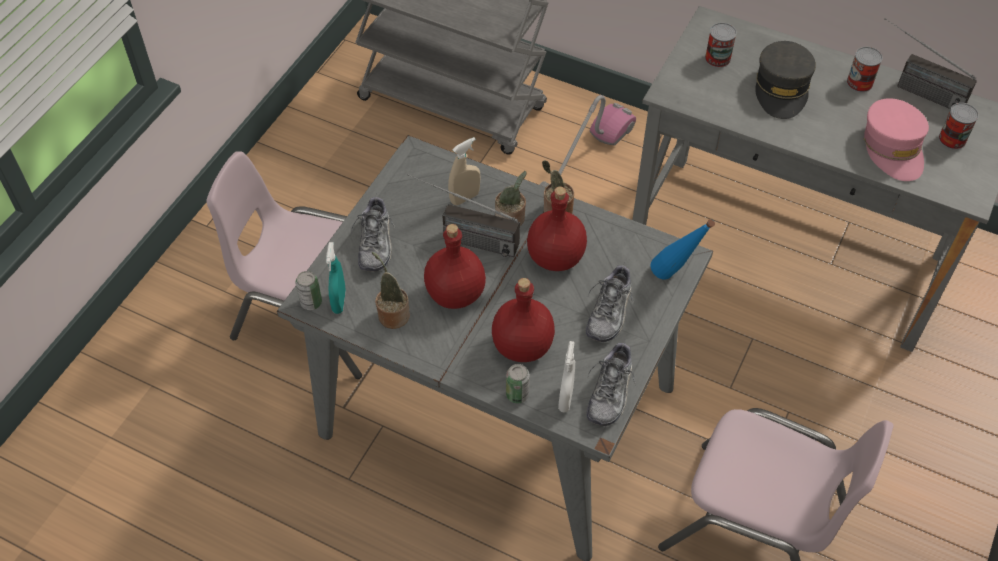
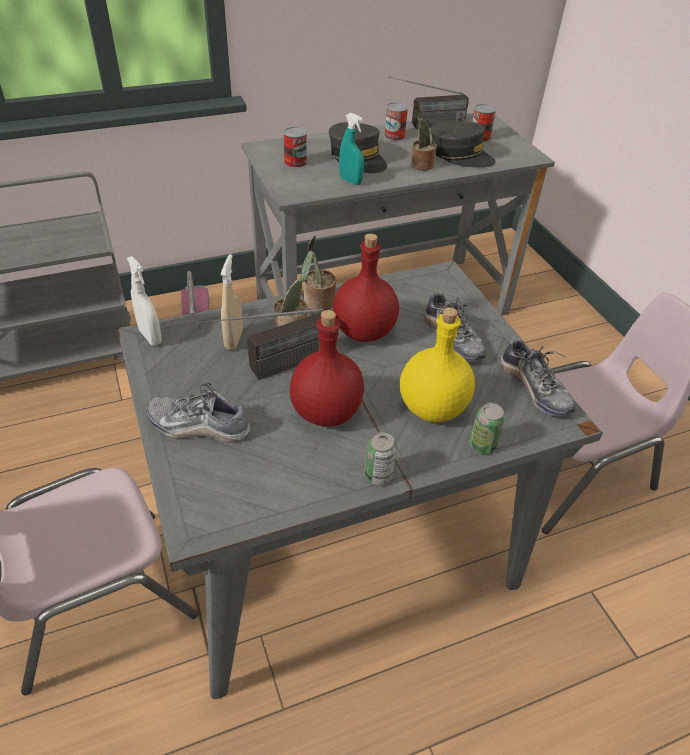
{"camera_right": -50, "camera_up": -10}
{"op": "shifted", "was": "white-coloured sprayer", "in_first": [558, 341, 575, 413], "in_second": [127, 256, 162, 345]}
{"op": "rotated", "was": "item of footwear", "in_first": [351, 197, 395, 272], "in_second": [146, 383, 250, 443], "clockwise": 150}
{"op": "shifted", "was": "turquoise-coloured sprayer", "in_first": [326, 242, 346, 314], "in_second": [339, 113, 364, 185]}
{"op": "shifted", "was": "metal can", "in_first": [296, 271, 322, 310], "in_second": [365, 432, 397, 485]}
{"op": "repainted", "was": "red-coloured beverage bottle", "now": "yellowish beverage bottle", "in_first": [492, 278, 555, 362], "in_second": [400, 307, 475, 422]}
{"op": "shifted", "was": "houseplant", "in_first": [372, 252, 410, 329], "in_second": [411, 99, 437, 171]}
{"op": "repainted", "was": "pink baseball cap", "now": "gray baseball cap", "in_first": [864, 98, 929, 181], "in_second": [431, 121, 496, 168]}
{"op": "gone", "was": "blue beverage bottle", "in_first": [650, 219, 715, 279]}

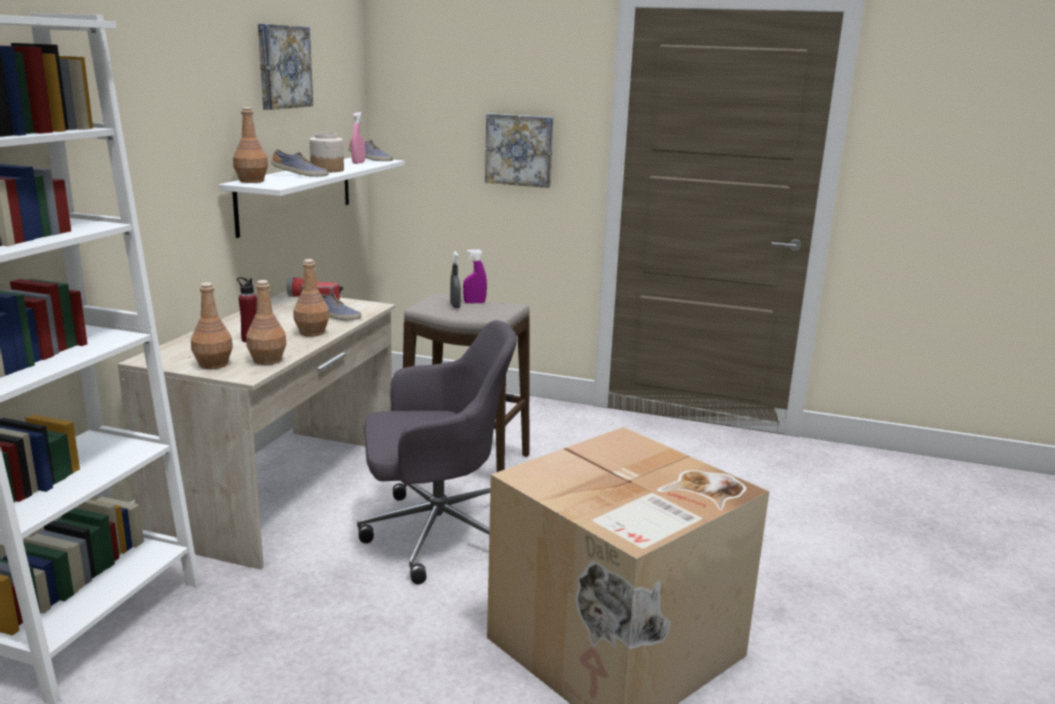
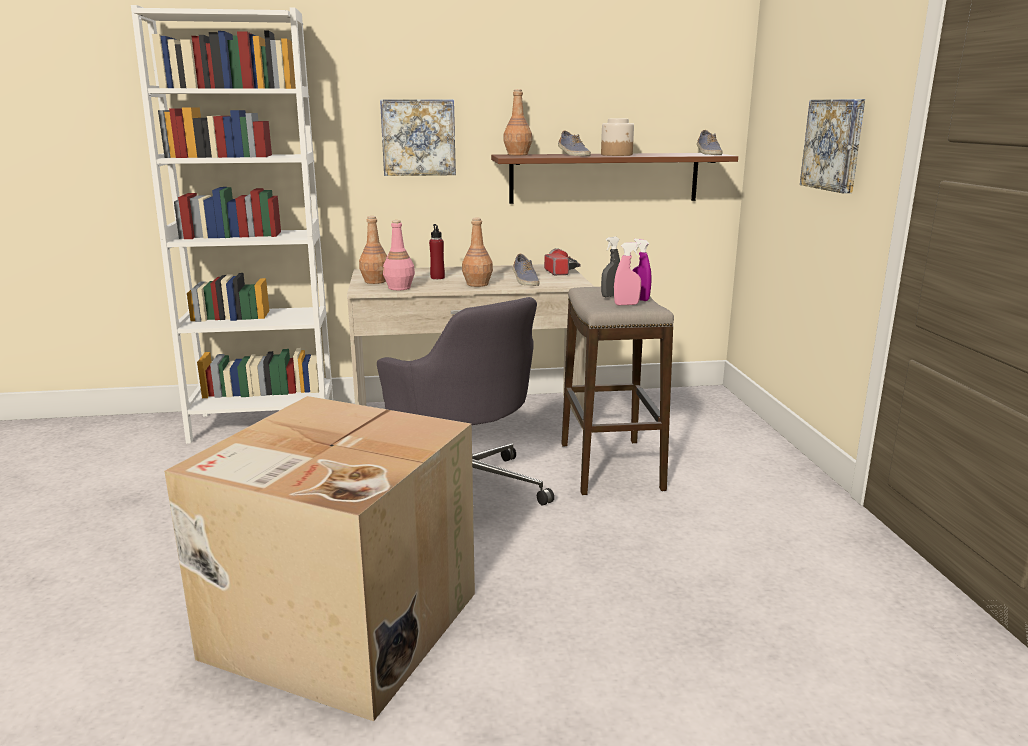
{"camera_right": 65, "camera_up": 0}
{"op": "shifted", "was": "wall art", "in_first": [258, 24, 313, 110], "in_second": [380, 99, 456, 176]}
{"op": "repainted", "was": "brown beverage bottle", "now": "pink beverage bottle", "in_first": [246, 280, 286, 365], "in_second": [383, 220, 415, 290]}
{"op": "repainted", "was": "white-coloured wall shelf", "now": "brown wall shelf", "in_first": [219, 157, 404, 238], "in_second": [491, 153, 738, 204]}
{"op": "shifted", "was": "pink sprayer", "in_first": [351, 112, 365, 164], "in_second": [614, 242, 641, 305]}

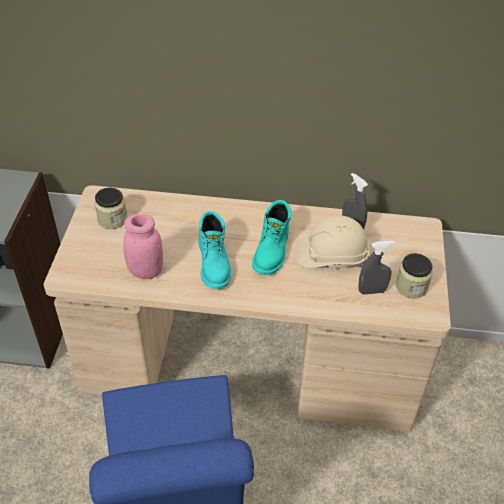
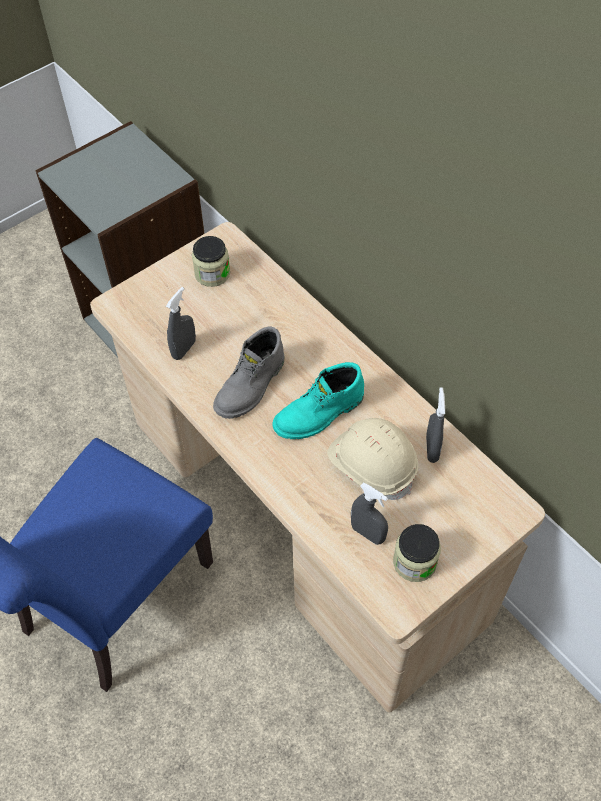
{"camera_right": 45, "camera_up": 10}
{"op": "swapped", "was": "pink preserve jar", "now": "gray sprayer", "in_first": [123, 214, 163, 279], "in_second": [166, 287, 196, 360]}
{"op": "repainted", "was": "turquoise-coloured high-top boot", "now": "gray high-top boot", "in_first": [199, 211, 231, 289], "in_second": [213, 327, 284, 419]}

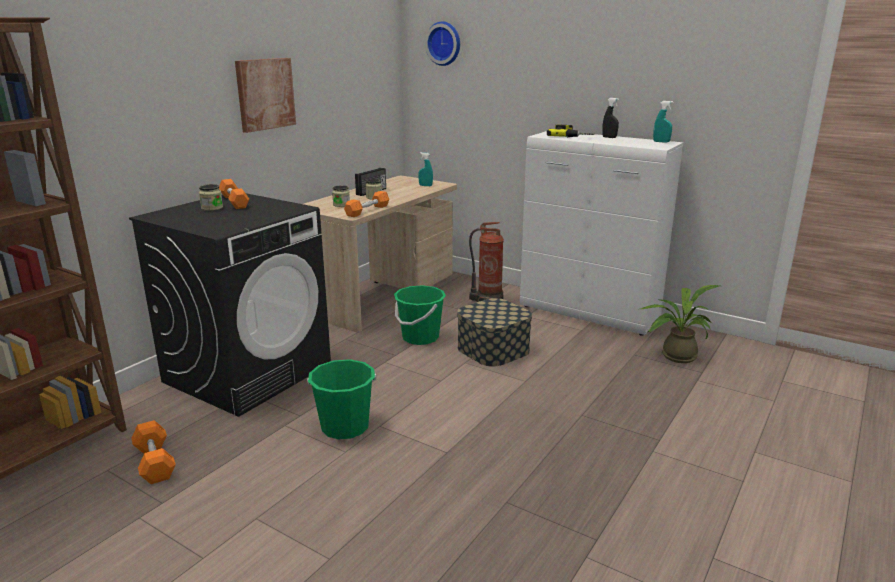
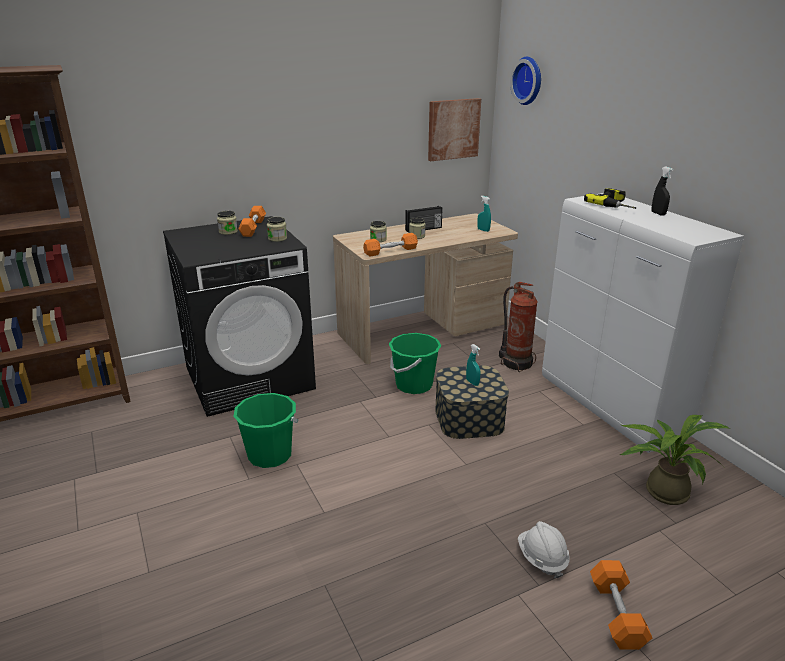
{"camera_right": 30, "camera_up": 5}
{"op": "new", "now": "preserve jar", "in_second": [267, 217, 287, 242]}
{"op": "shifted", "was": "wall art", "in_first": [235, 58, 296, 133], "in_second": [428, 98, 481, 161]}
{"op": "shifted", "was": "turquoise-coloured sprayer", "in_first": [653, 101, 673, 143], "in_second": [466, 344, 481, 386]}
{"op": "new", "now": "white-coloured safety helmet", "in_second": [518, 521, 570, 578]}
{"op": "shifted", "was": "orangey dumbbell", "in_first": [131, 420, 176, 484], "in_second": [590, 560, 652, 650]}

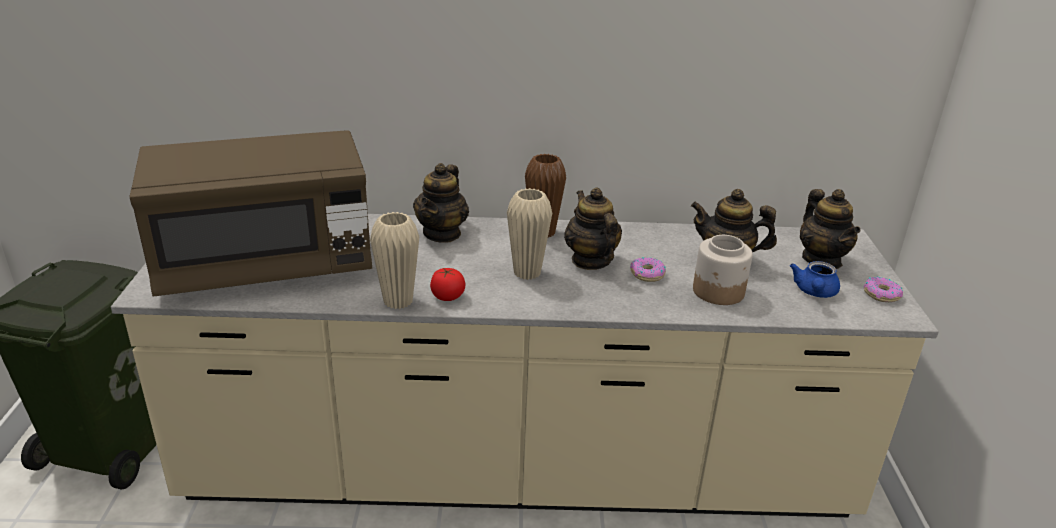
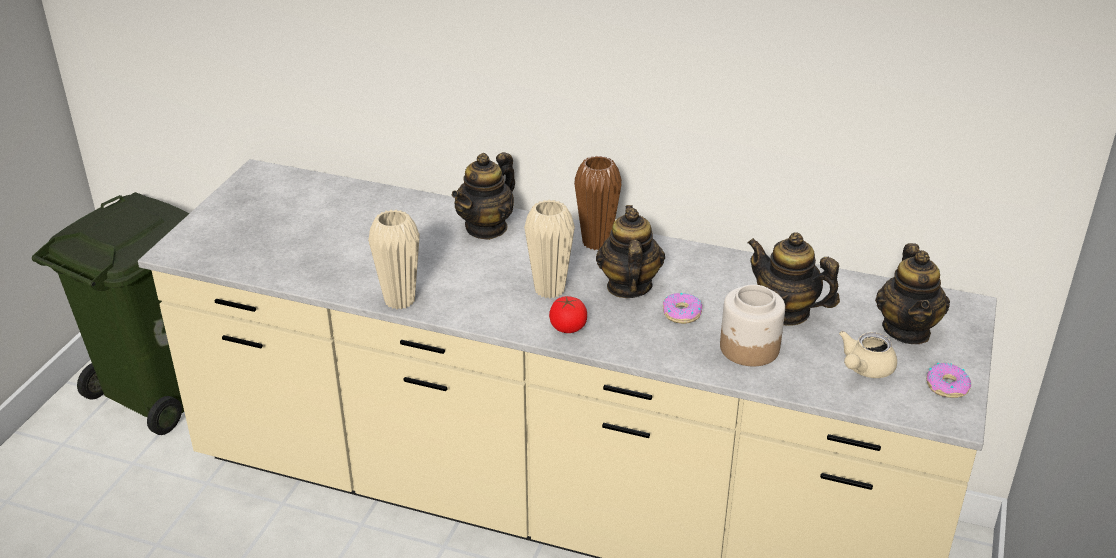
{"camera_right": 20, "camera_up": 5}
{"op": "shifted", "was": "whole tomato", "in_first": [430, 268, 465, 301], "in_second": [549, 296, 587, 333]}
{"op": "repainted", "was": "blue pot for tea", "now": "beige-coloured pot for tea", "in_first": [790, 261, 840, 298], "in_second": [839, 331, 897, 378]}
{"op": "gone", "was": "brown microwave oven", "in_first": [129, 130, 372, 297]}

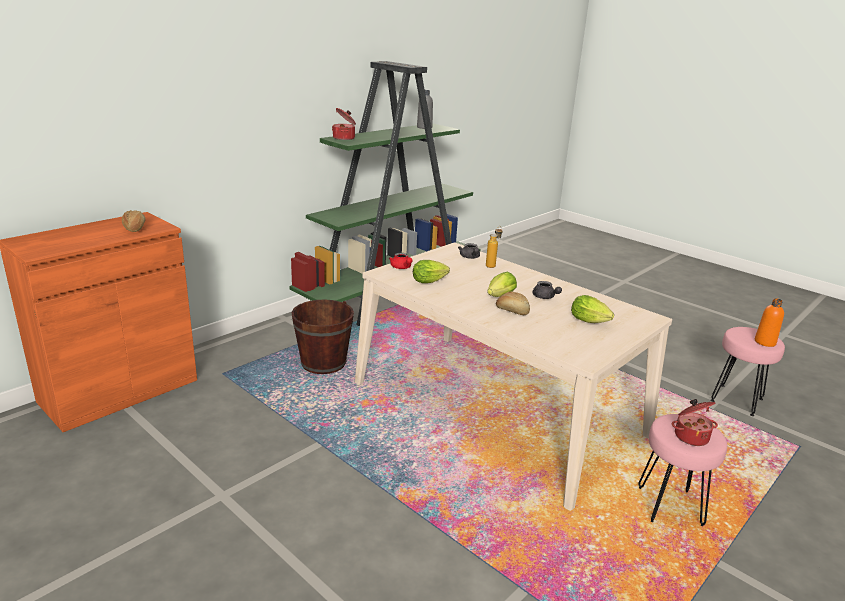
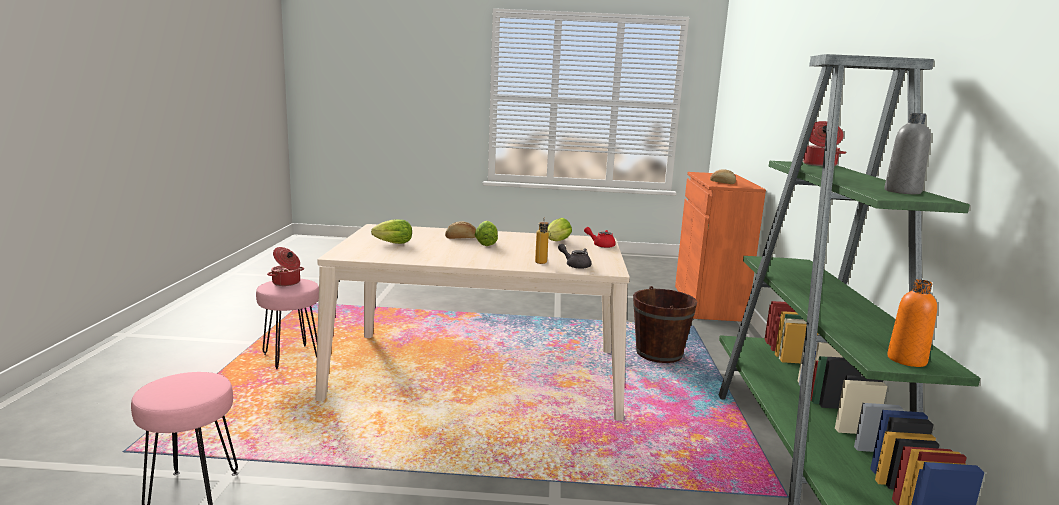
{"camera_right": 140, "camera_up": -10}
{"op": "shifted", "was": "orangey beverage bottle", "in_first": [755, 298, 784, 347], "in_second": [887, 279, 937, 367]}
{"op": "gone", "was": "gray pot for tea", "in_first": [533, 281, 562, 299]}

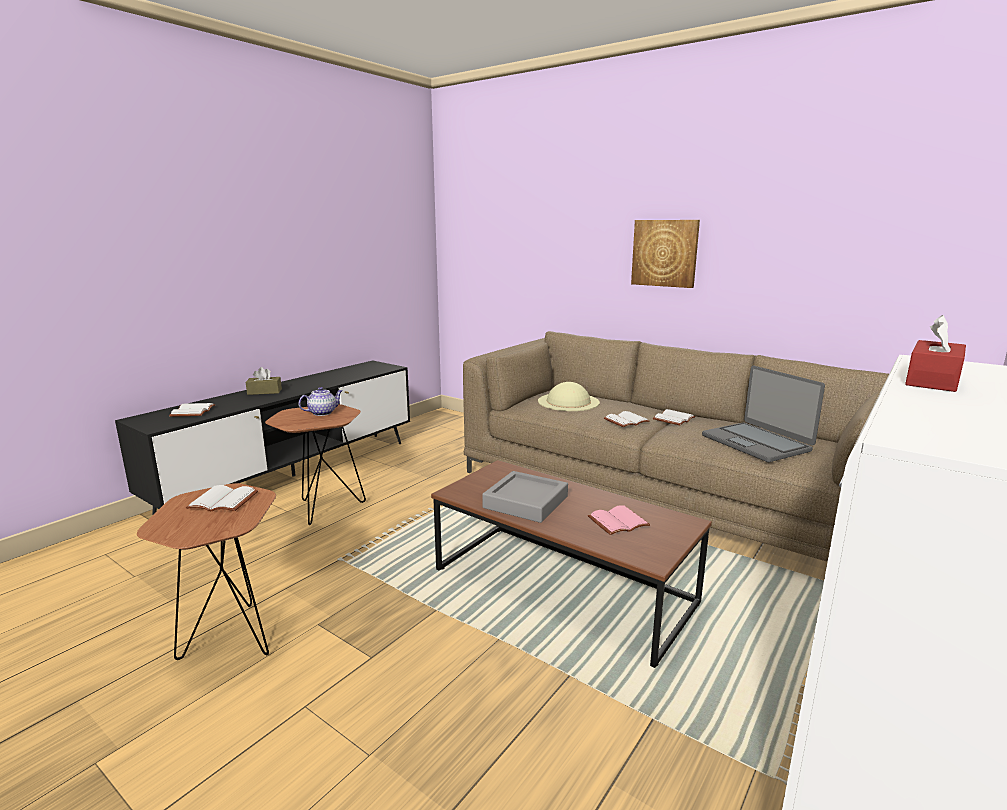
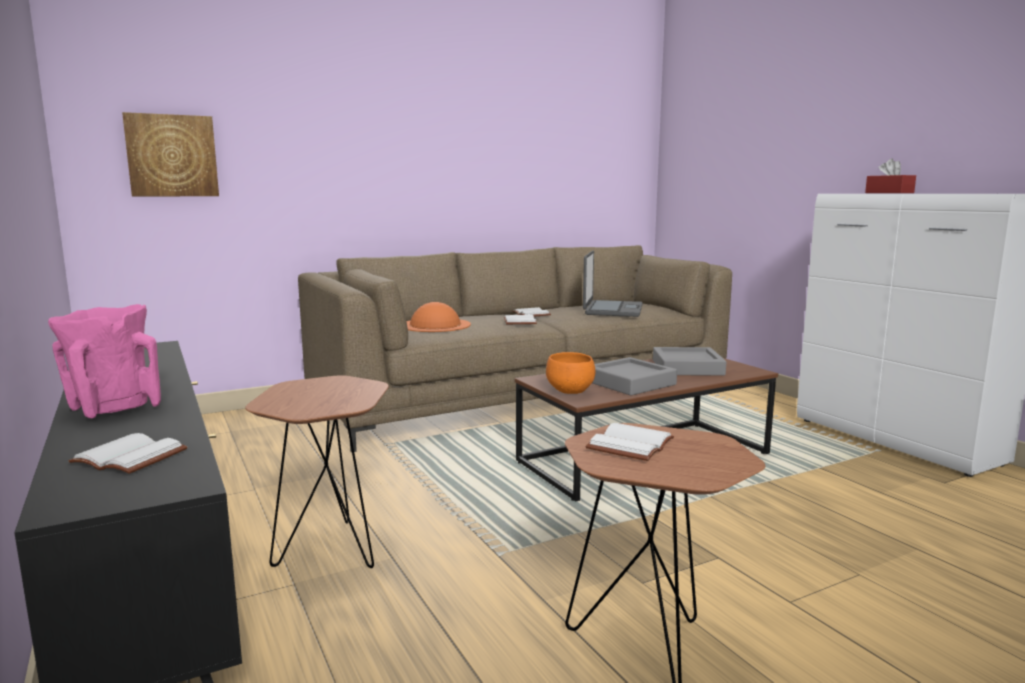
{"camera_right": -65, "camera_up": -5}
{"op": "swapped", "was": "brown box of tissues", "now": "pink decorative vase", "in_first": [246, 367, 282, 395], "in_second": [48, 304, 161, 418]}
{"op": "shifted", "was": "wall art", "in_first": [631, 220, 700, 288], "in_second": [122, 112, 219, 197]}
{"op": "repainted", "was": "beige-coloured hat", "now": "orangey hat", "in_first": [538, 382, 600, 411], "in_second": [407, 302, 471, 332]}
{"op": "new", "now": "orangey deep dish", "in_second": [546, 352, 595, 394]}
{"op": "rotated", "was": "notebook computer", "in_first": [702, 366, 825, 462], "in_second": [583, 250, 643, 317], "clockwise": -75}
{"op": "swapped", "was": "pink book", "now": "gray carrying tray", "in_first": [588, 505, 650, 535], "in_second": [653, 347, 726, 376]}
{"op": "gone", "was": "pot for tea", "in_first": [299, 387, 343, 416]}

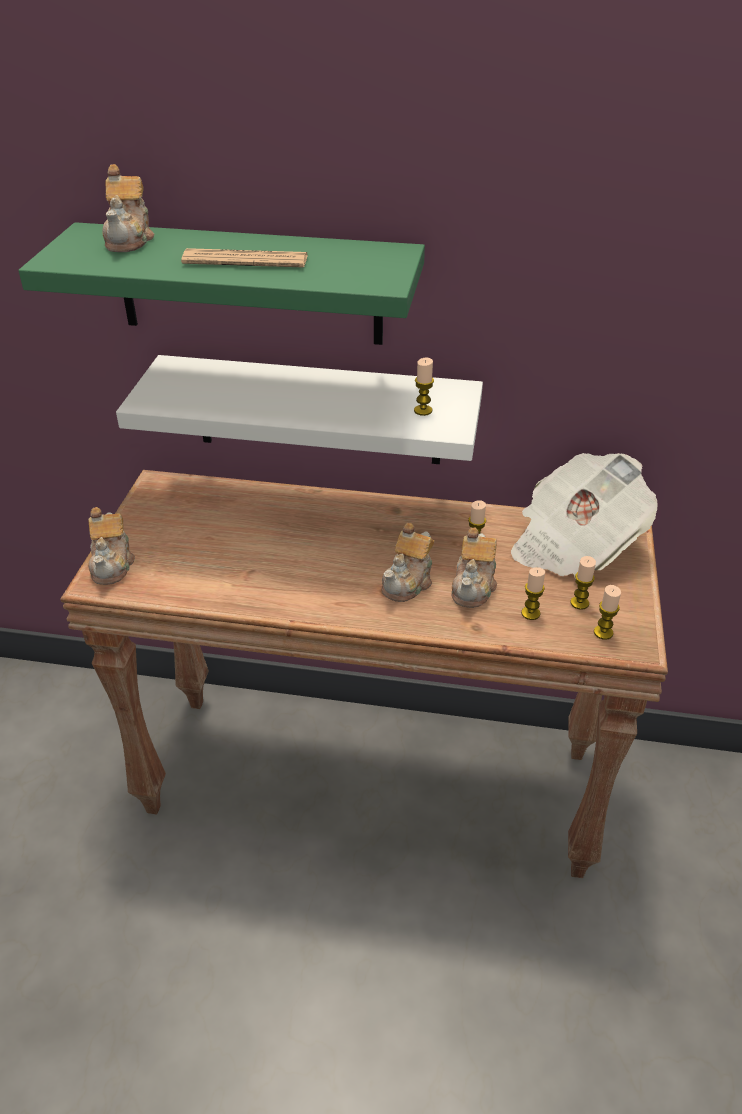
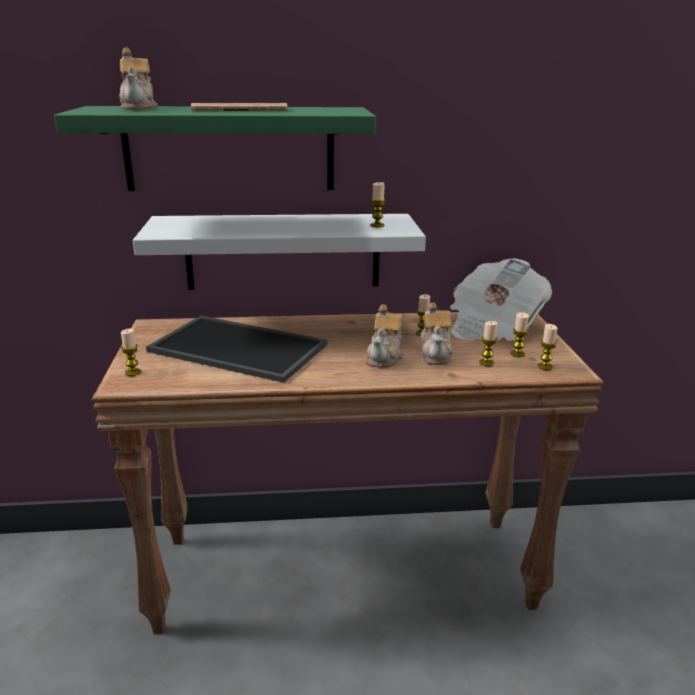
{"camera_right": -15, "camera_up": -15}
{"op": "swapped", "was": "pot for tea", "now": "candle", "in_first": [88, 507, 135, 585], "in_second": [121, 328, 141, 376]}
{"op": "new", "now": "carrying tray", "in_second": [146, 316, 327, 383]}

